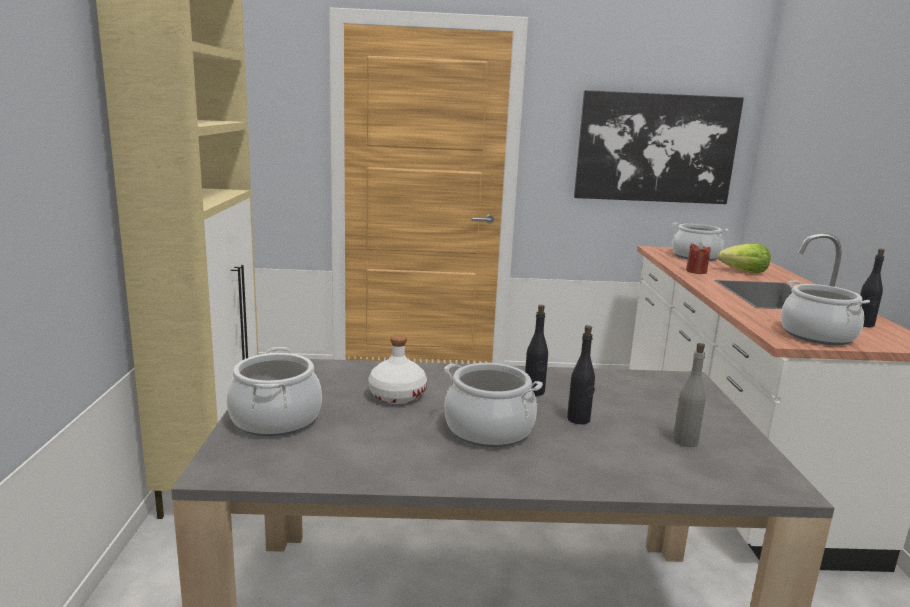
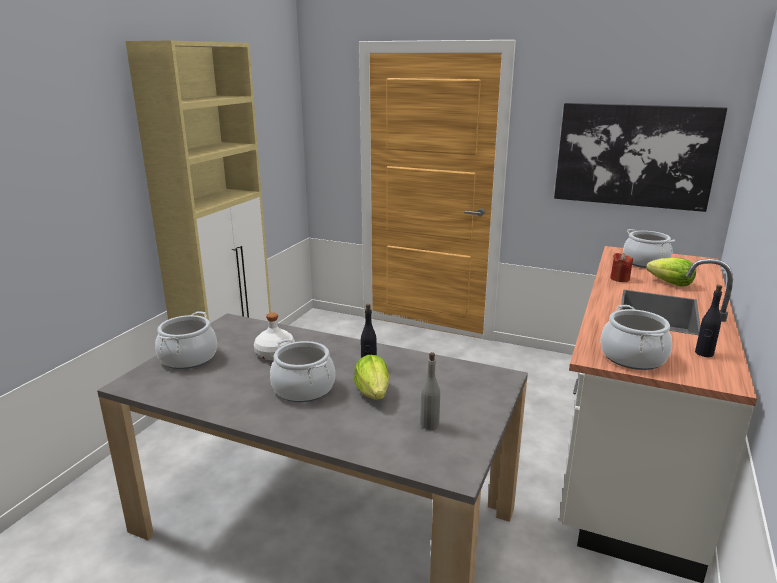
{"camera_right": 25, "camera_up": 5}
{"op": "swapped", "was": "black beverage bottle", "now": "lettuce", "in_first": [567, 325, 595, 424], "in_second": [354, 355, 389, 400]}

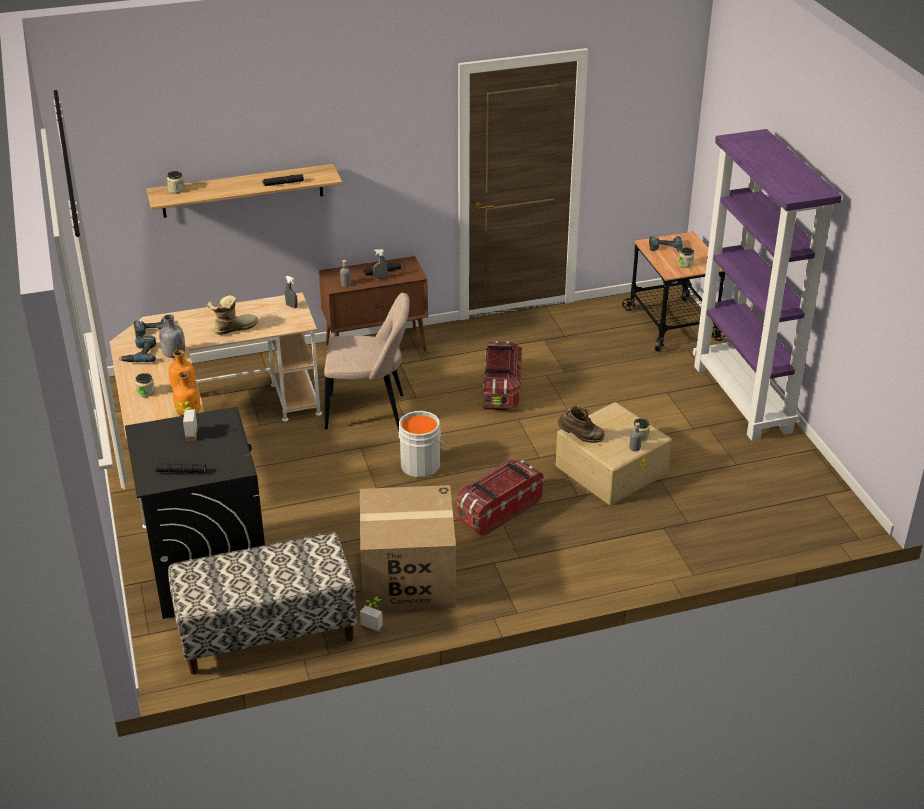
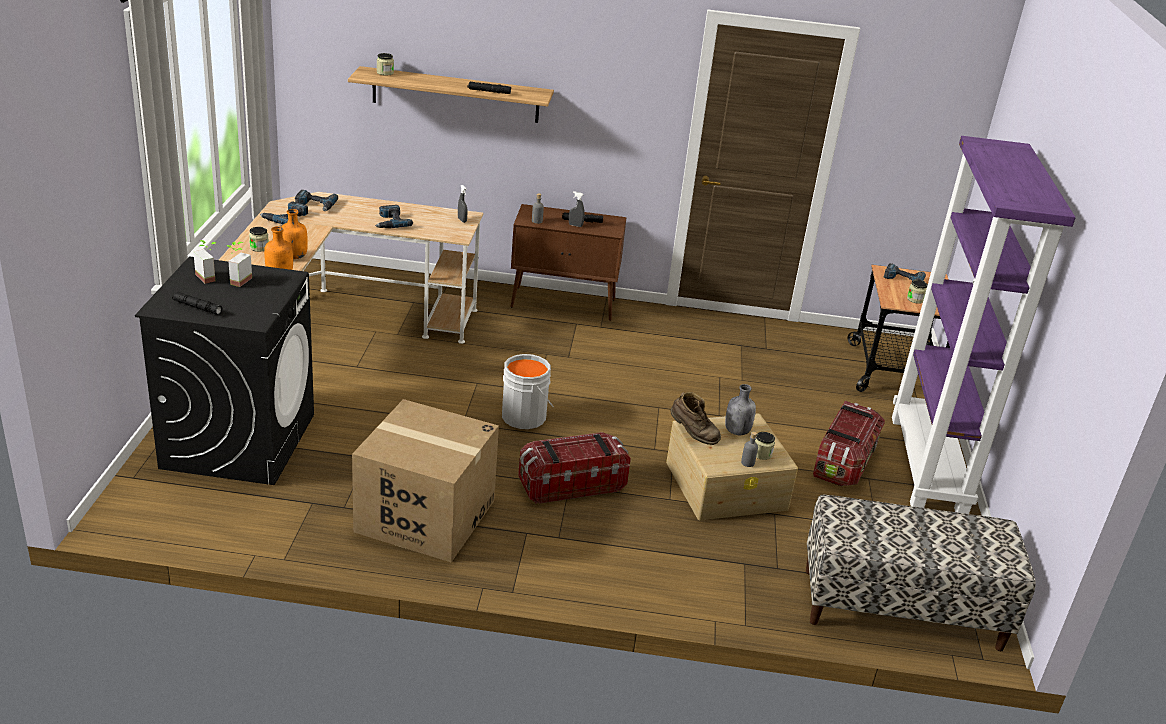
{"camera_right": 20, "camera_up": -5}
{"op": "shifted", "was": "houseplant", "in_first": [360, 597, 383, 635], "in_second": [193, 240, 217, 284]}
{"op": "swapped", "was": "high-top boot", "now": "electric drill", "in_first": [207, 295, 258, 335], "in_second": [375, 205, 413, 228]}
{"op": "shifted", "was": "gray beverage bottle", "in_first": [159, 314, 185, 358], "in_second": [725, 384, 756, 435]}
{"op": "shifted", "was": "long seat", "in_first": [168, 532, 357, 675], "in_second": [806, 495, 1036, 651]}
{"op": "shifted", "was": "storage container", "in_first": [483, 341, 522, 410], "in_second": [813, 401, 885, 486]}
{"op": "gone", "was": "beige-coloured chair", "in_first": [324, 293, 410, 430]}

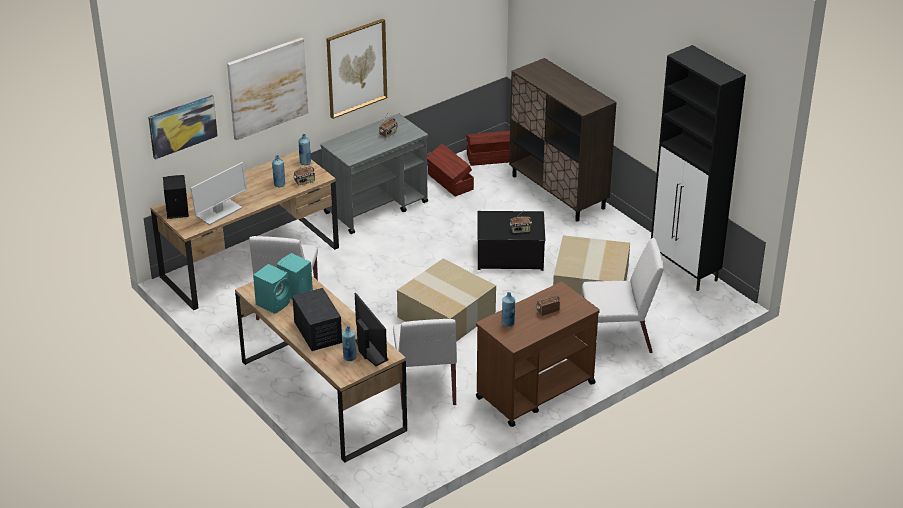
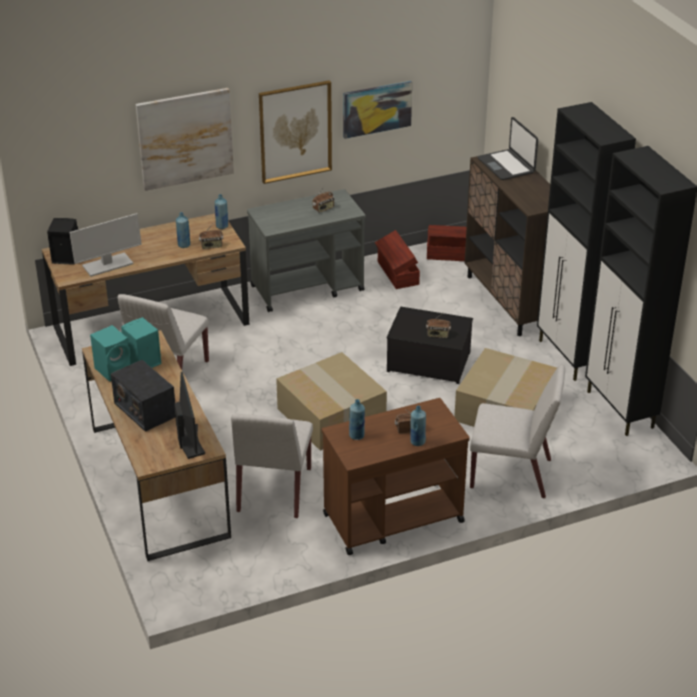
{"camera_right": 15, "camera_up": 0}
{"op": "rotated", "was": "radio", "in_first": [292, 288, 342, 351], "in_second": [111, 360, 175, 432], "clockwise": 150}
{"op": "shifted", "was": "wall art", "in_first": [148, 94, 218, 160], "in_second": [343, 81, 412, 139]}
{"op": "shifted", "was": "blue beverage bottle", "in_first": [342, 326, 357, 361], "in_second": [410, 406, 426, 446]}
{"op": "new", "now": "notebook computer", "in_second": [477, 117, 538, 180]}
{"op": "new", "now": "black cupboard", "in_second": [537, 102, 636, 381]}

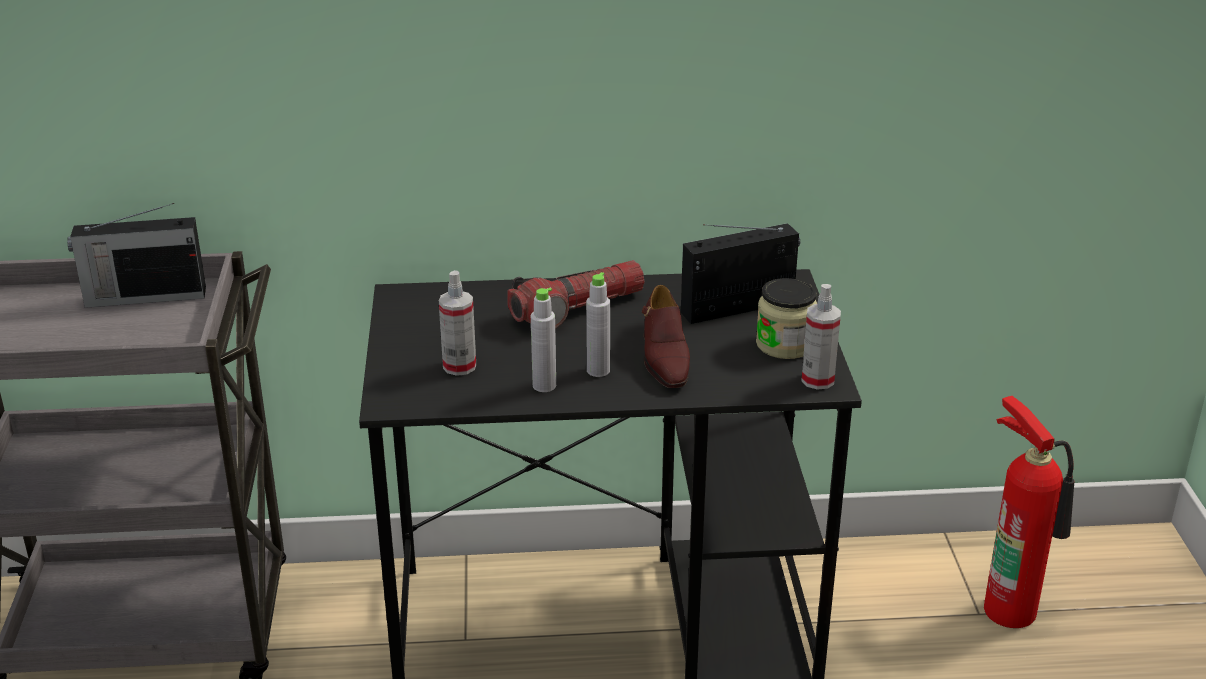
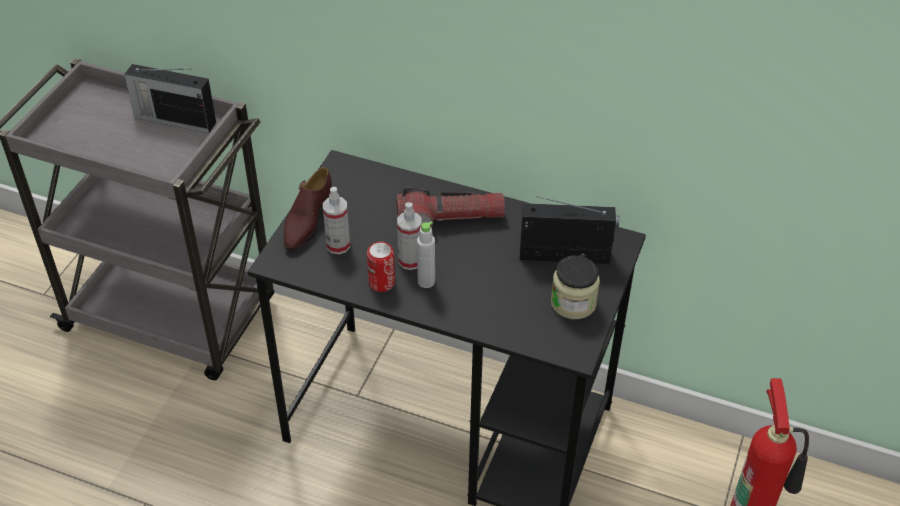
{"camera_right": 25, "camera_up": 15}
{"op": "shifted", "was": "brown item of footwear", "in_first": [642, 285, 690, 388], "in_second": [284, 167, 332, 250]}
{"op": "swapped", "was": "gray beverage bottle", "now": "metal can", "in_first": [531, 288, 556, 392], "in_second": [367, 241, 395, 292]}
{"op": "shifted", "was": "sprayer", "in_first": [801, 284, 841, 389], "in_second": [397, 202, 422, 270]}

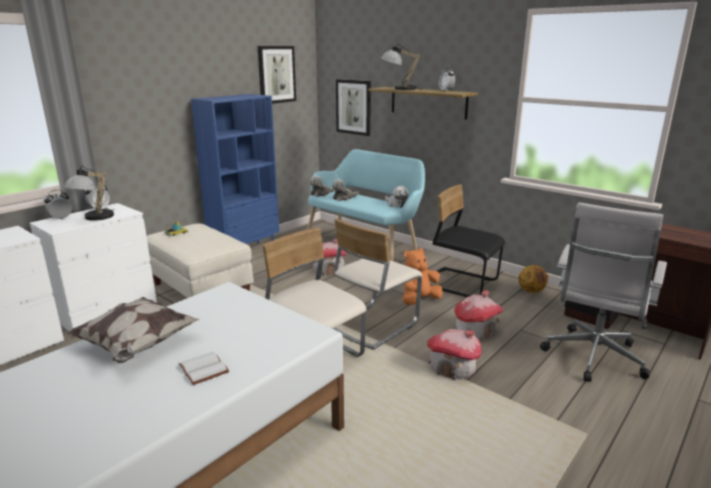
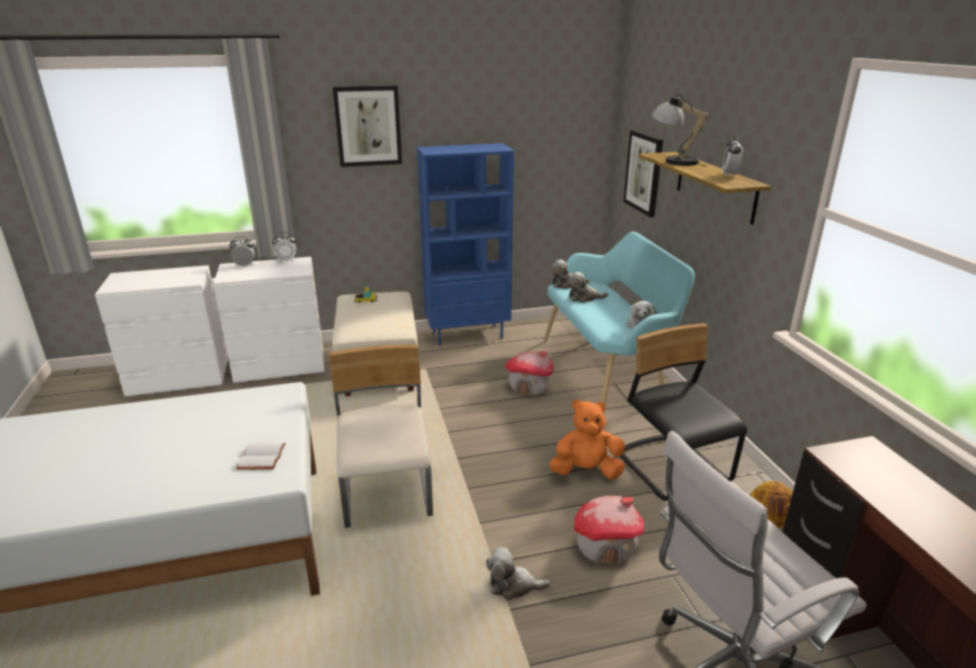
{"camera_right": 35, "camera_up": 5}
{"op": "shifted", "was": "white-coloured book", "in_first": [179, 352, 229, 385], "in_second": [236, 443, 286, 470]}
{"op": "shifted", "was": "wall art", "in_first": [258, 46, 296, 104], "in_second": [333, 85, 402, 167]}
{"op": "swapped", "was": "miniature house", "now": "soft toy", "in_first": [427, 329, 482, 380], "in_second": [486, 547, 551, 600]}
{"op": "gone", "was": "tabletop lamp", "in_first": [64, 166, 114, 221]}
{"op": "gone", "was": "throw pillow", "in_first": [67, 297, 200, 363]}
{"op": "gone", "was": "beige-coloured chair", "in_first": [333, 219, 422, 350]}

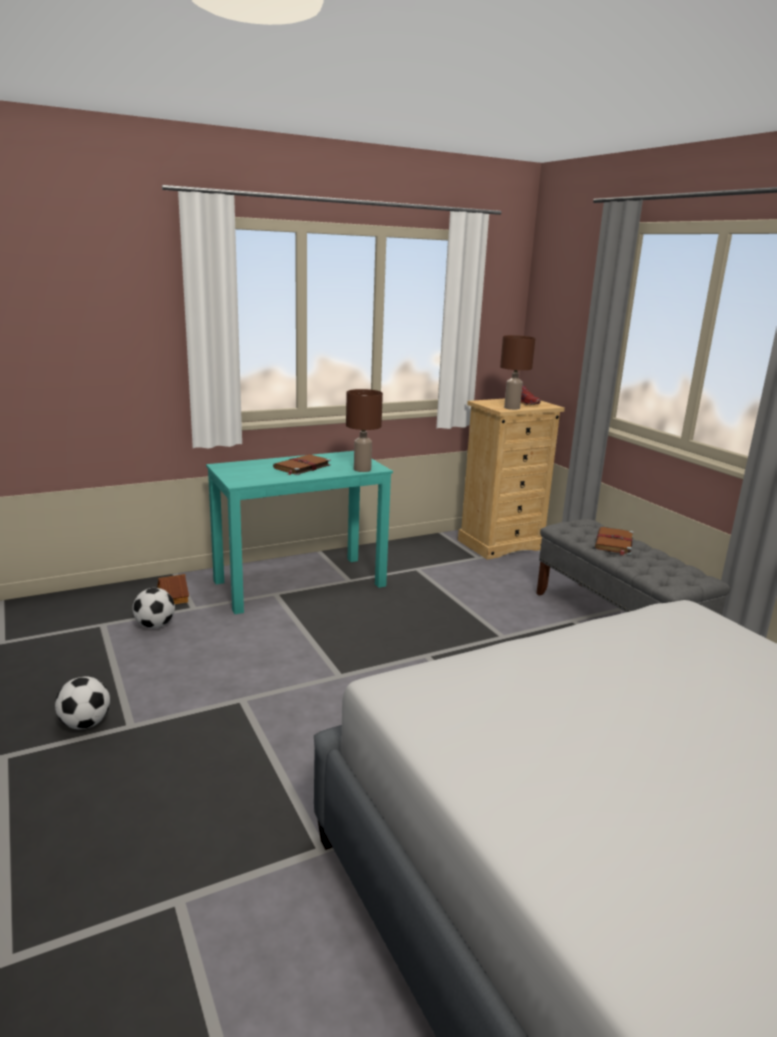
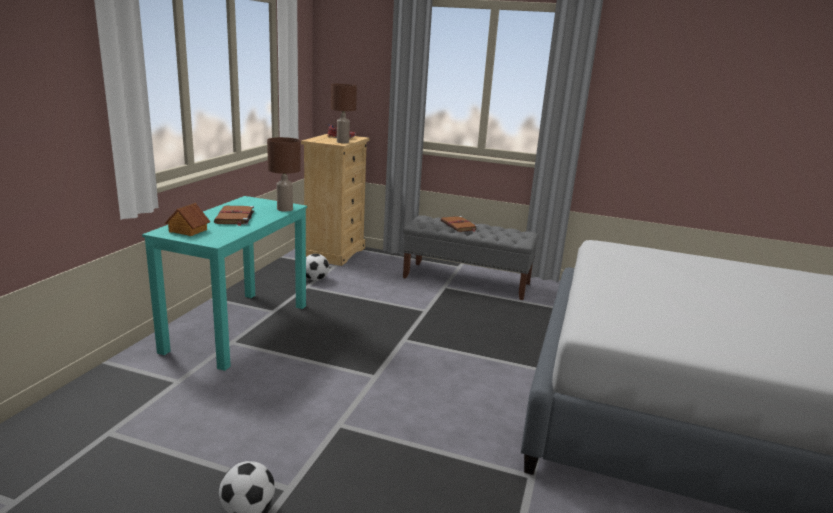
{"camera_right": -45, "camera_up": 0}
{"op": "shifted", "was": "miniature house", "in_first": [157, 574, 189, 604], "in_second": [165, 203, 211, 236]}
{"op": "shifted", "was": "football", "in_first": [133, 588, 175, 628], "in_second": [306, 254, 329, 281]}

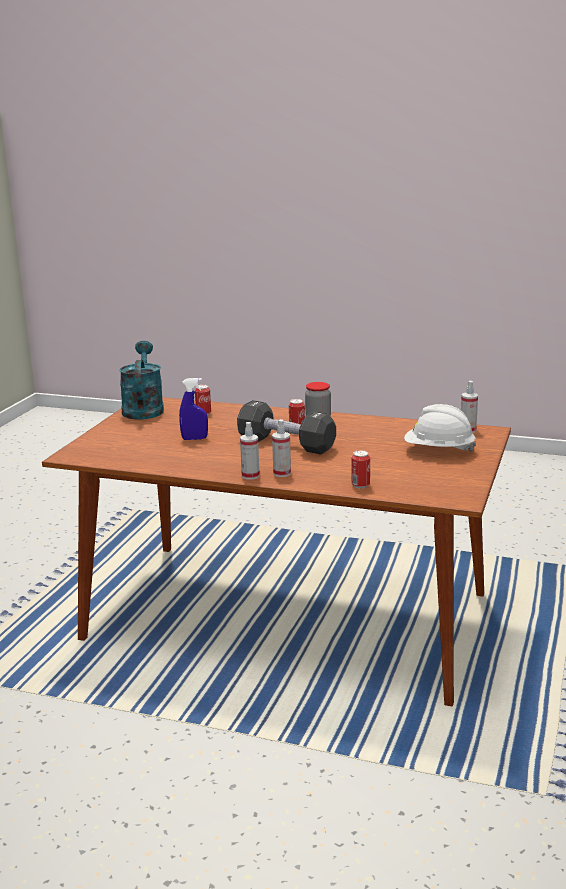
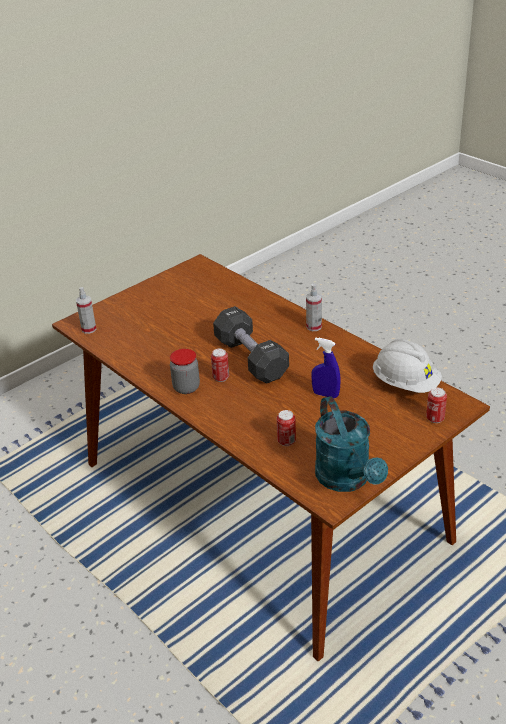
{"camera_right": -150, "camera_up": 15}
{"op": "rotated", "was": "turquoise-coloured watering pot", "in_first": [119, 341, 164, 420], "in_second": [315, 396, 388, 492], "clockwise": -45}
{"op": "shifted", "was": "white-coloured safety helmet", "in_first": [404, 404, 476, 452], "in_second": [373, 339, 442, 393]}
{"op": "shifted", "was": "metal can", "in_first": [351, 450, 370, 489], "in_second": [426, 387, 447, 423]}
{"op": "gone", "was": "sprayer", "in_first": [272, 419, 291, 477]}

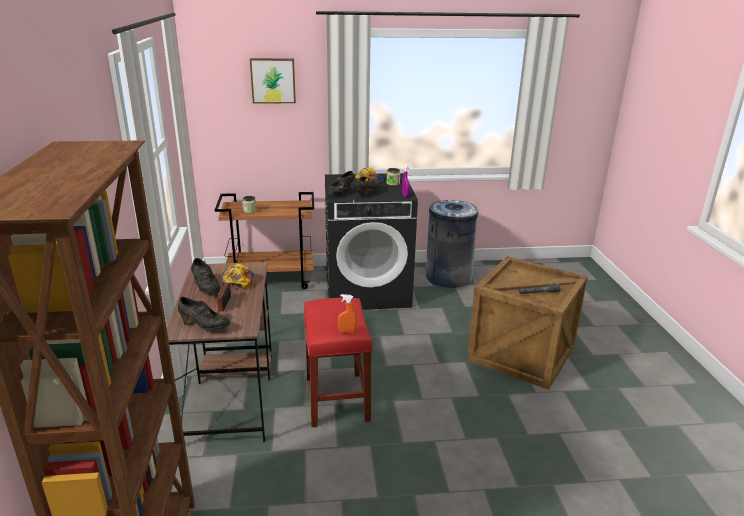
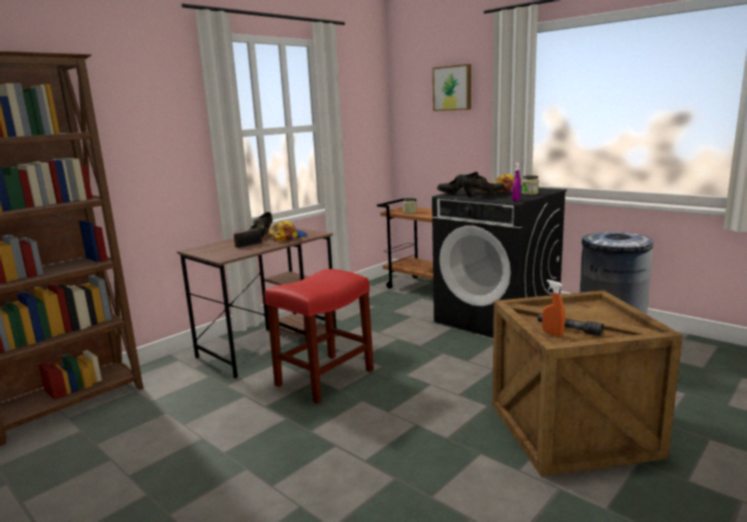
{"camera_right": 50, "camera_up": -10}
{"op": "shifted", "was": "orangey sprayer", "in_first": [338, 294, 357, 333], "in_second": [542, 280, 565, 337]}
{"op": "gone", "was": "black item of footwear", "in_first": [178, 297, 230, 330]}

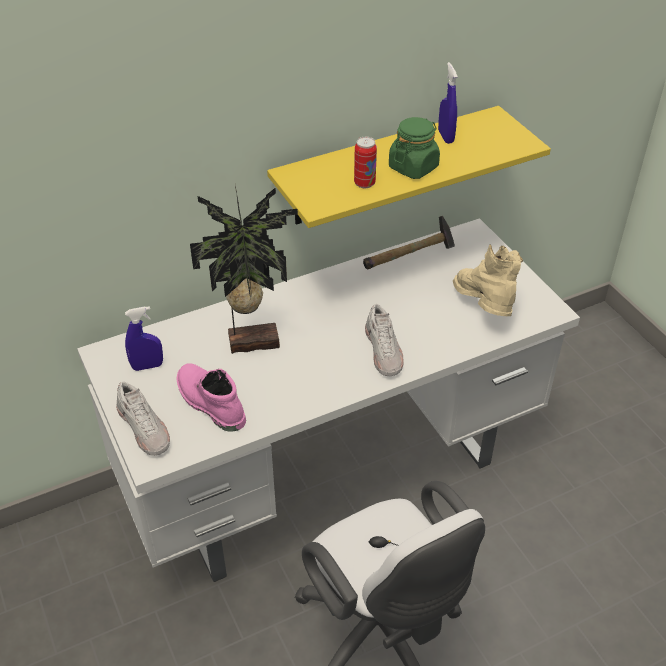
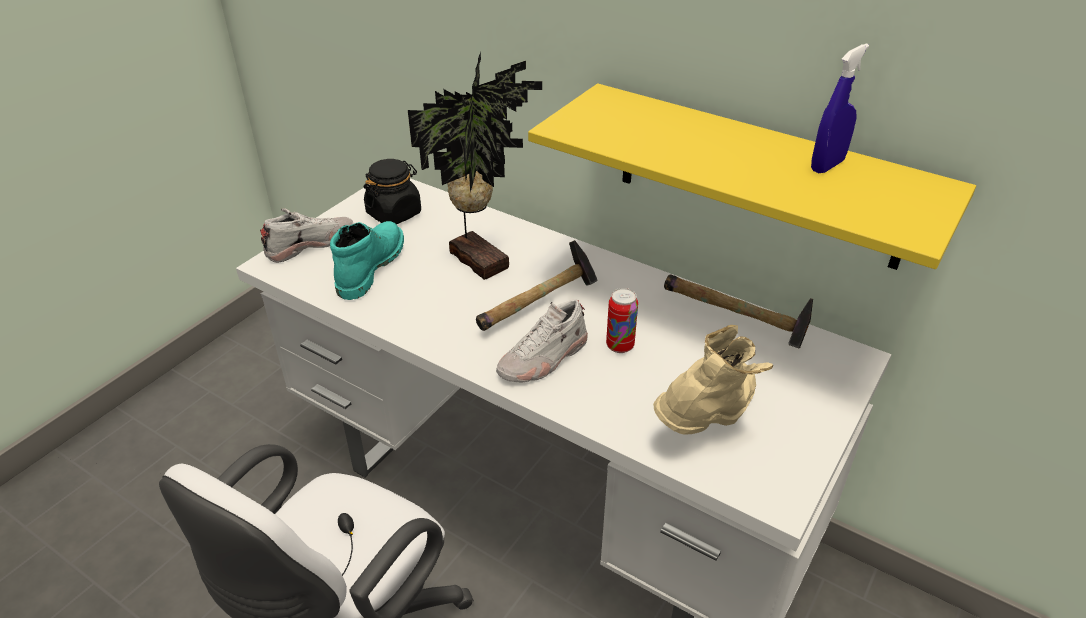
{"camera_right": 60, "camera_up": -5}
{"op": "rotated", "was": "white-coloured item of footwear", "in_first": [116, 382, 170, 456], "in_second": [260, 208, 353, 263], "clockwise": -150}
{"op": "repainted", "was": "pink high-top boot", "now": "turquoise-coloured high-top boot", "in_first": [176, 363, 246, 432], "in_second": [330, 221, 404, 300]}
{"op": "swapped", "was": "blue sprayer", "now": "black preserve jar", "in_first": [125, 306, 163, 371], "in_second": [364, 159, 421, 224]}
{"op": "new", "now": "hand hammer", "in_second": [476, 240, 597, 331]}
{"op": "shifted", "was": "metal can", "in_first": [354, 137, 377, 188], "in_second": [606, 288, 638, 353]}
{"op": "gone", "was": "greenish preserve jar", "in_first": [389, 117, 440, 179]}

